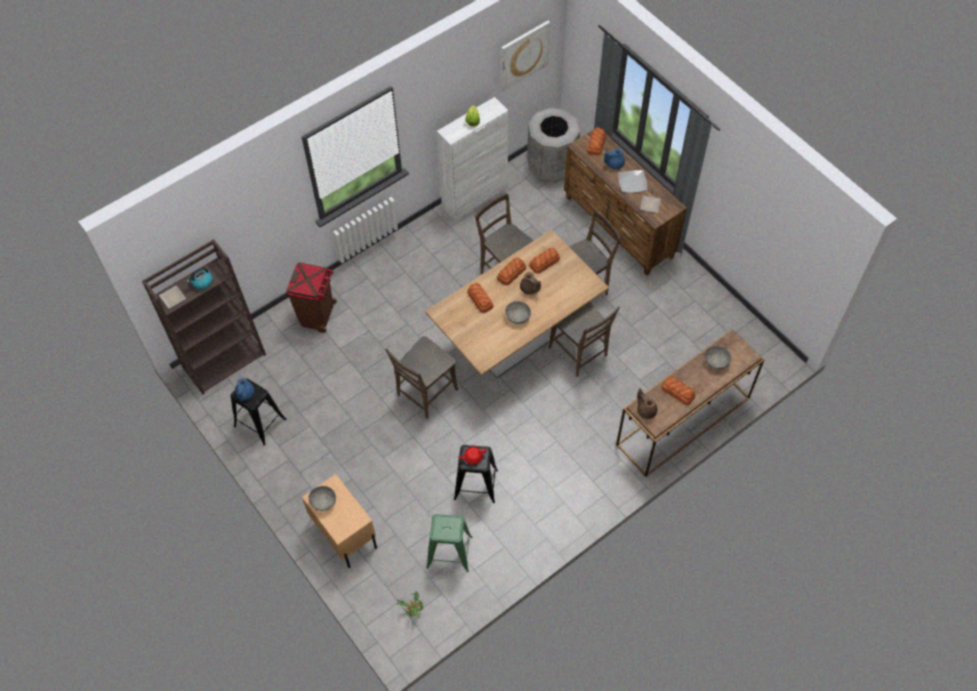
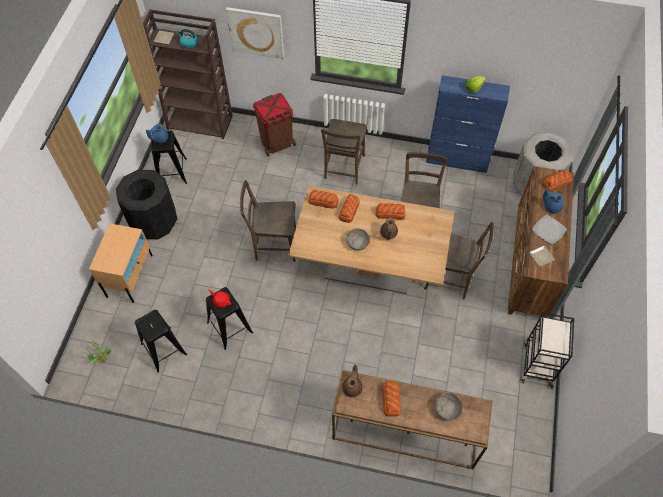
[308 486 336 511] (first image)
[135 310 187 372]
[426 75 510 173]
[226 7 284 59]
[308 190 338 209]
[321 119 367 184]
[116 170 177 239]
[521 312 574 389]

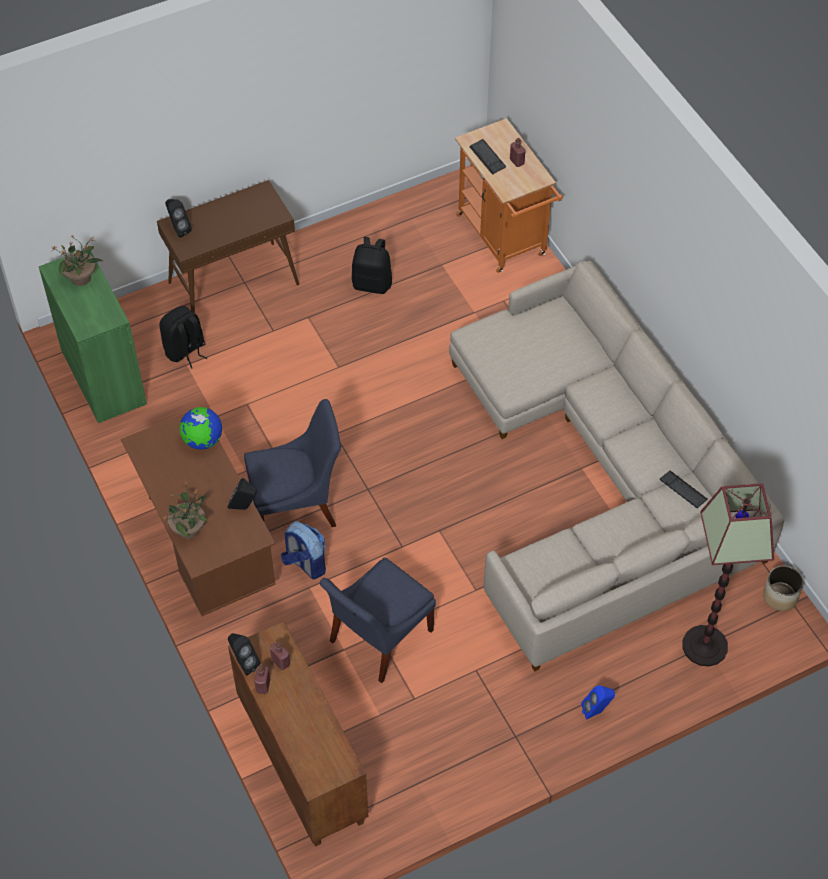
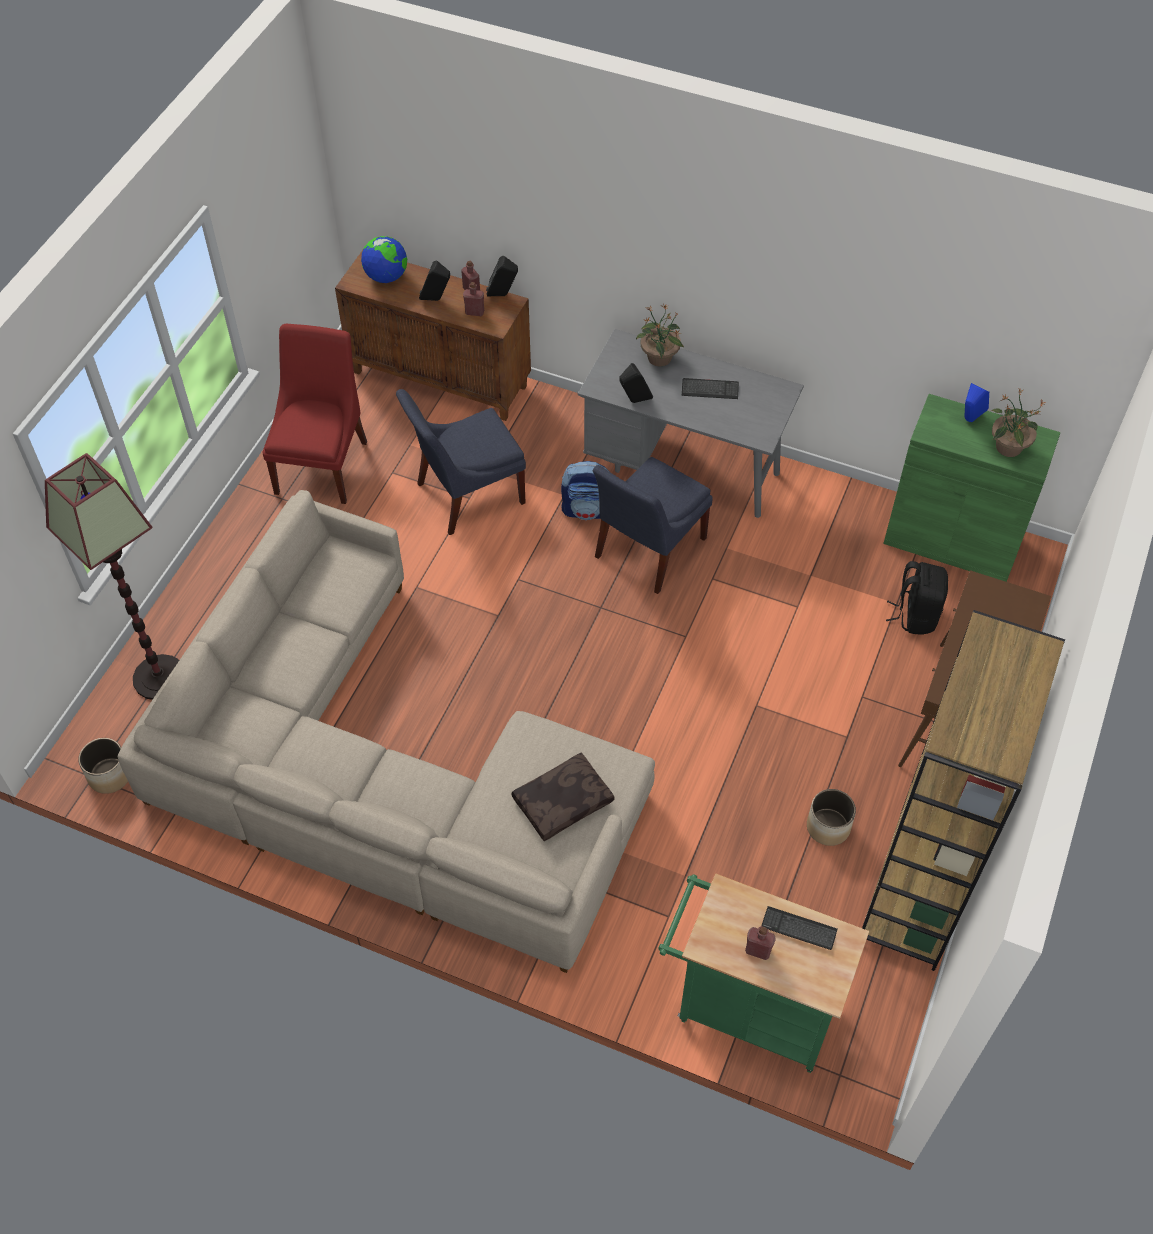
[578 329 804 518]
[419 261 450 301]
[361 236 407 283]
[396 389 526 535]
[807 789 856 846]
[658 873 869 1073]
[964 383 989 422]
[682 378 739 399]
[262 324 367 504]
[511 753 614 841]
[862 610 1065 971]

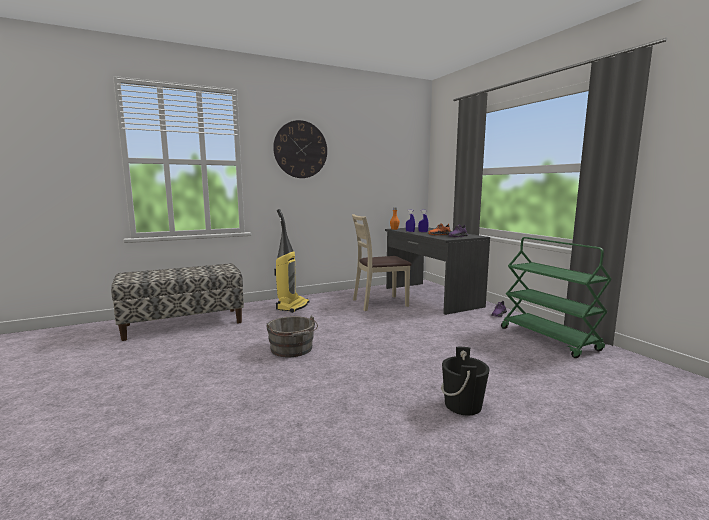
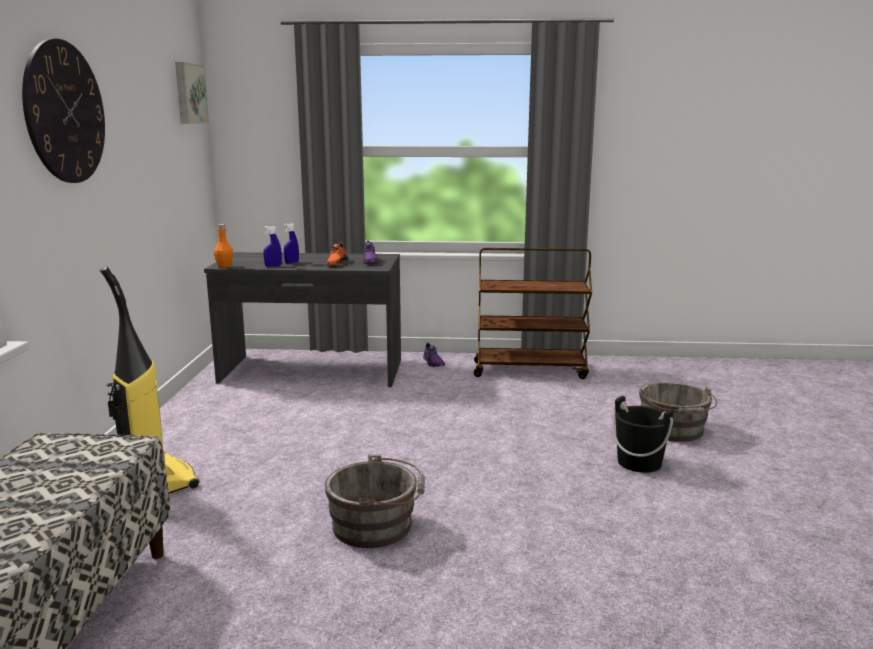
[352 214 412 311] (first image)
[474 248 592 379]
[175 62 209 124]
[639 382 717 442]

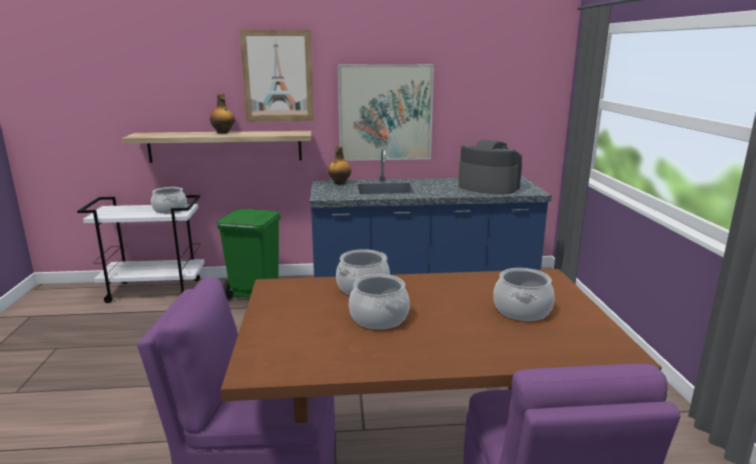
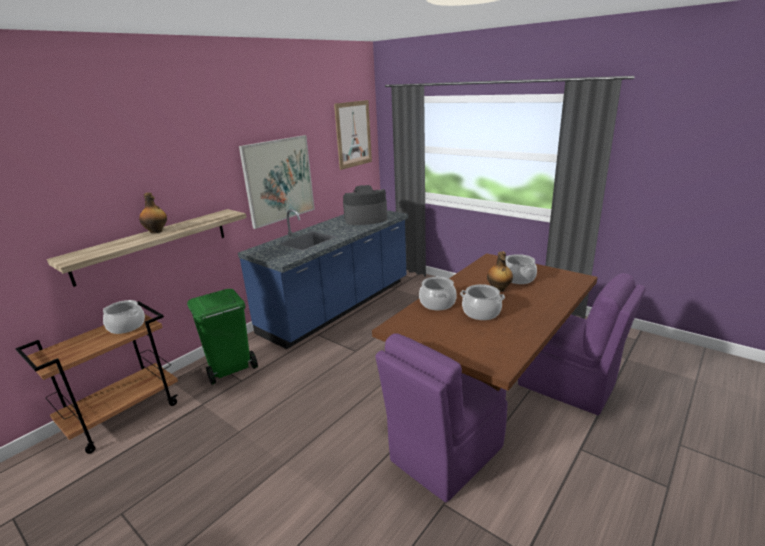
[15 301 178 454]
[334 100 372 170]
[487 252 513 292]

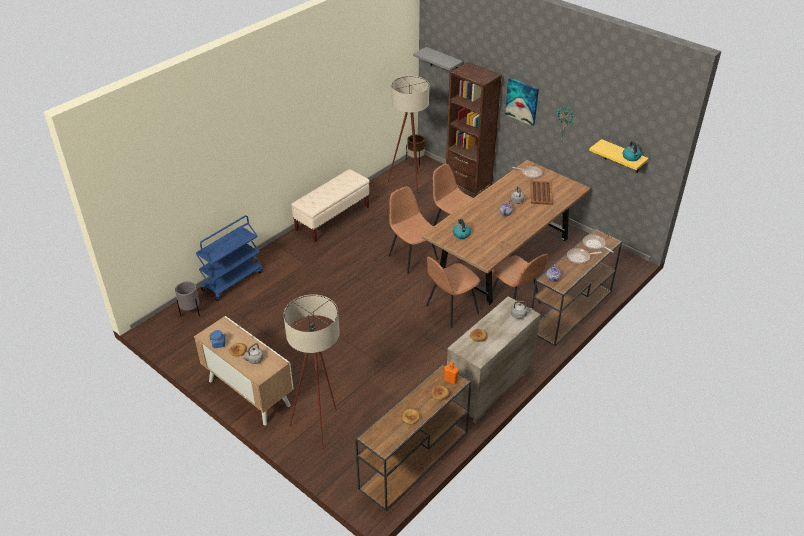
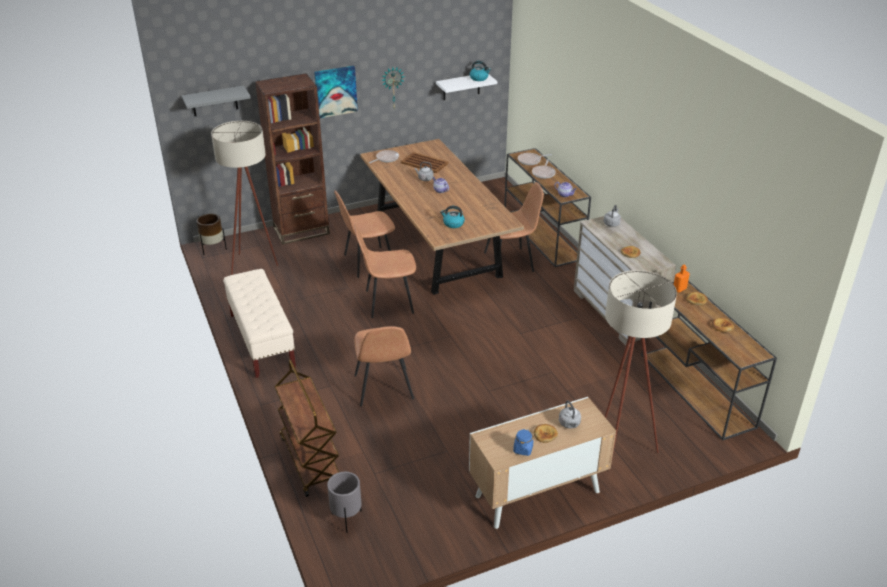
[274 360 339 497]
[354 326 414 406]
[436 75 497 100]

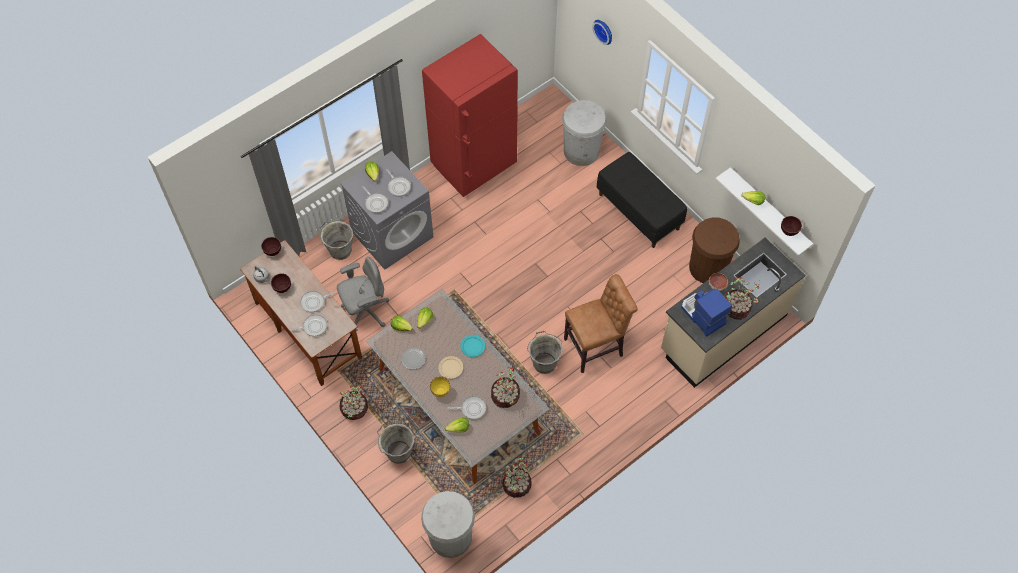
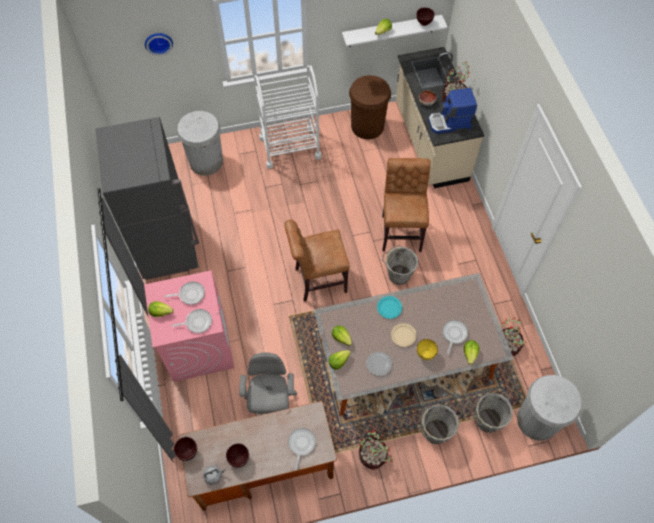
[300 291 336 313] (first image)
[474 393 513 433]
[144 270 234 382]
[95 117 199 280]
[491 367 520 408] (first image)
[254 66 321 169]
[284 219 350 302]

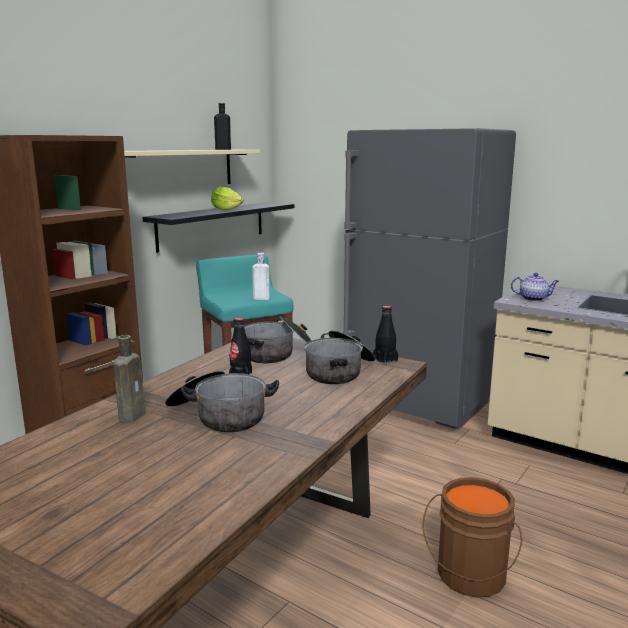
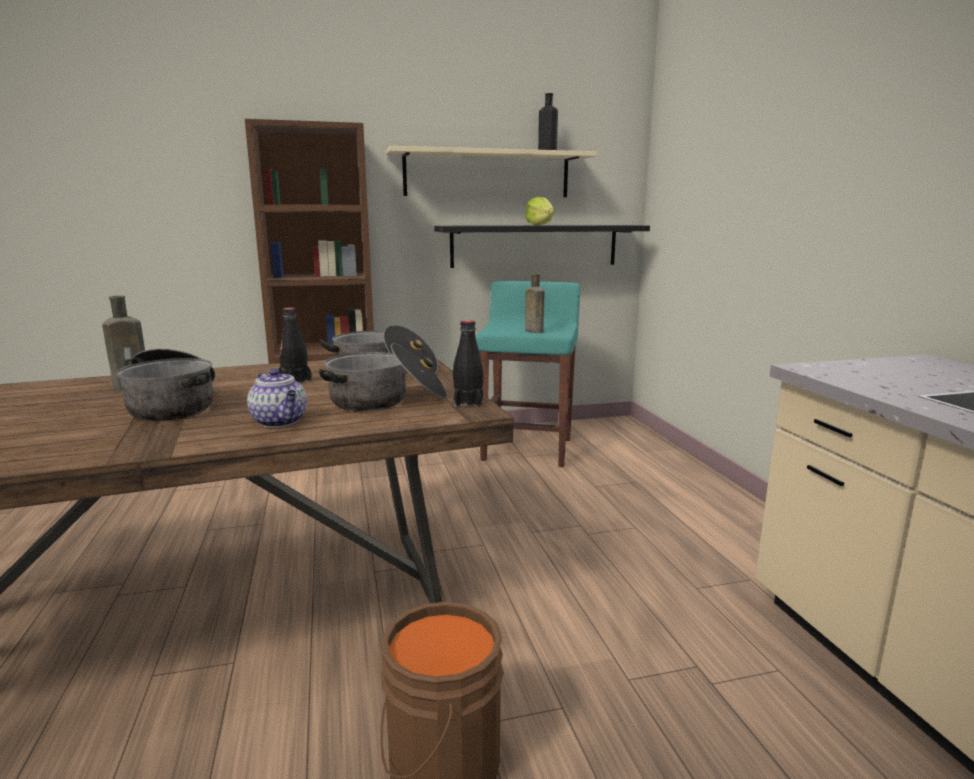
[525 273 545 333]
[343 128 516 429] (first image)
[247 369 307 427]

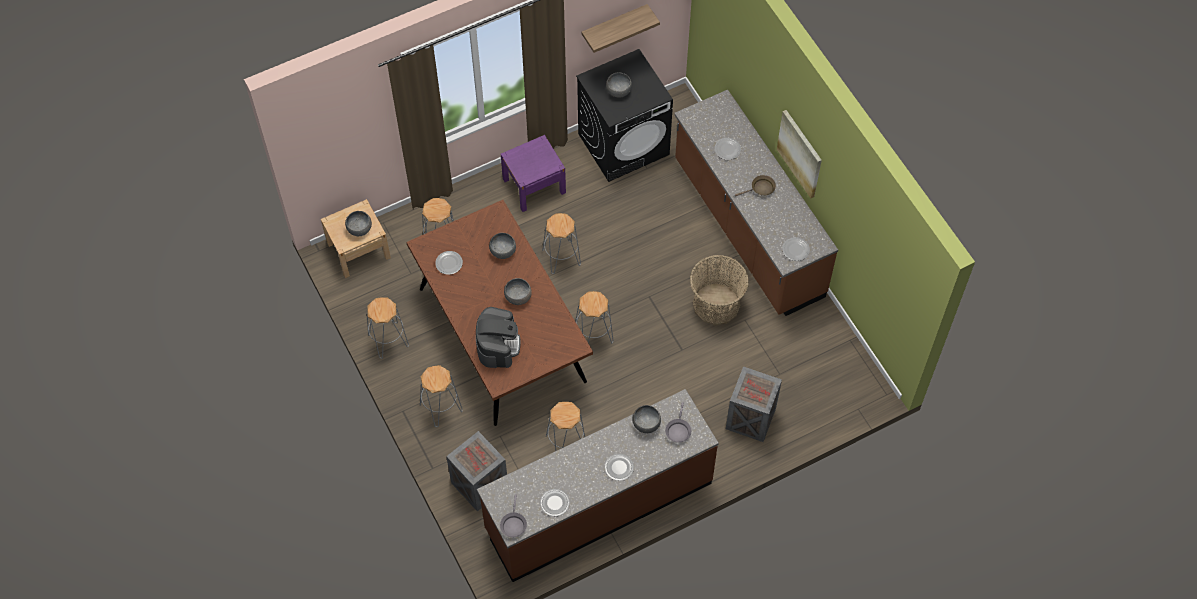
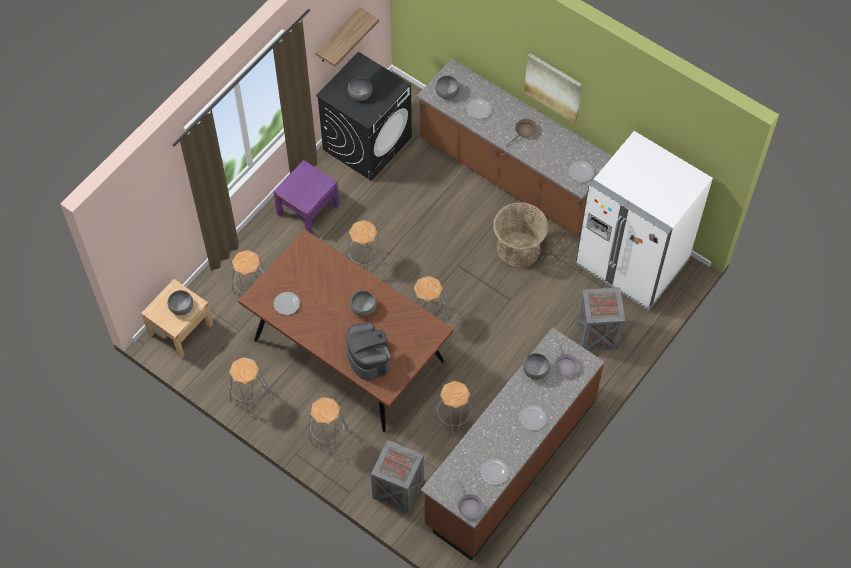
[435 76 460 99]
[576 131 713 310]

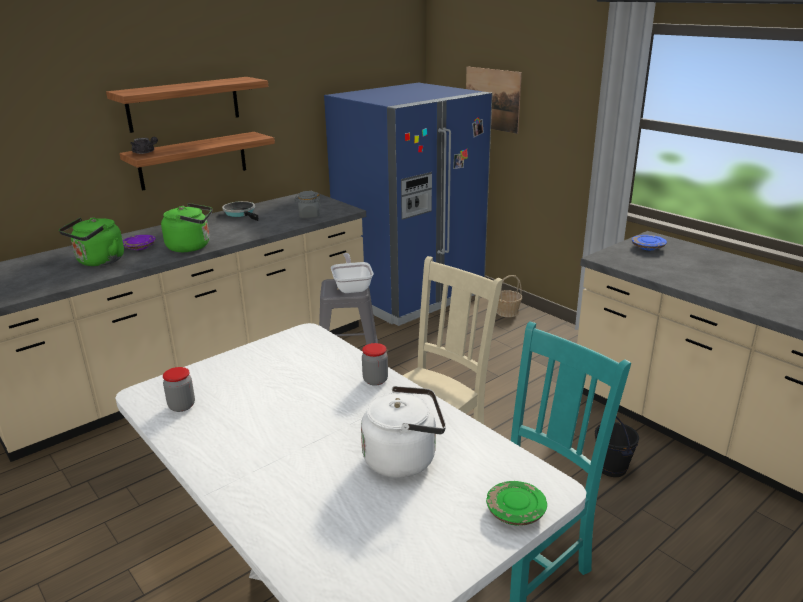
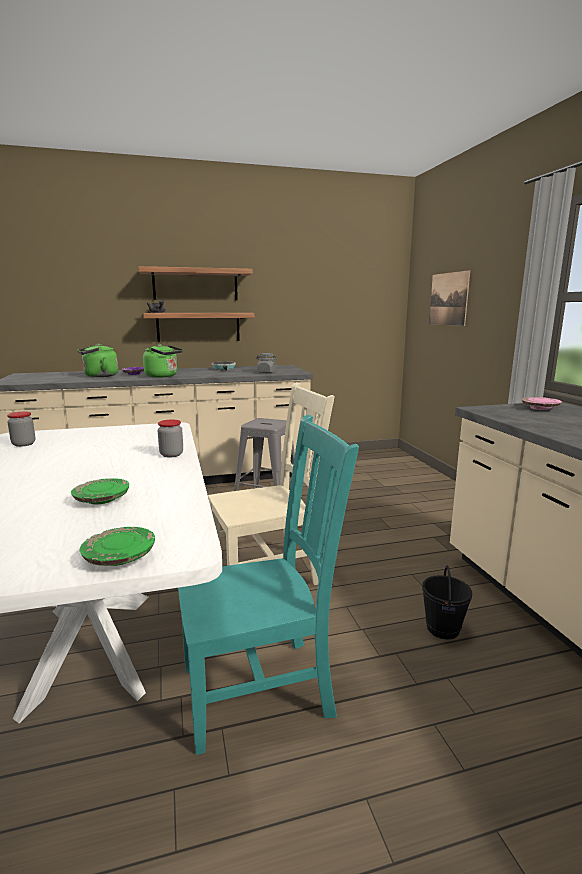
[324 83 492 326] (first image)
[331 253 374 293] (first image)
[71 478 129 505]
[497 275 522 317] (first image)
[522 397 562 410]

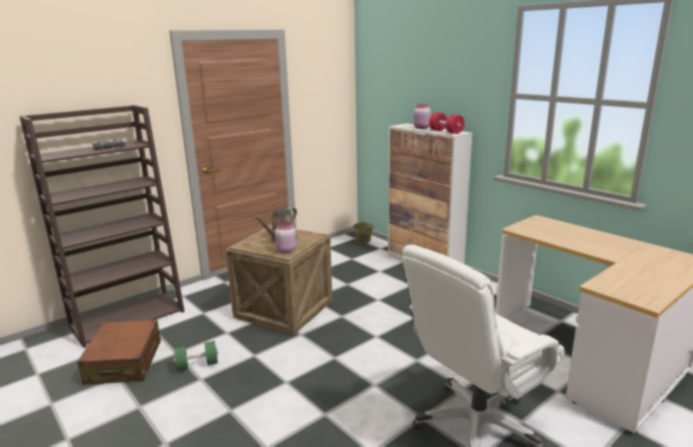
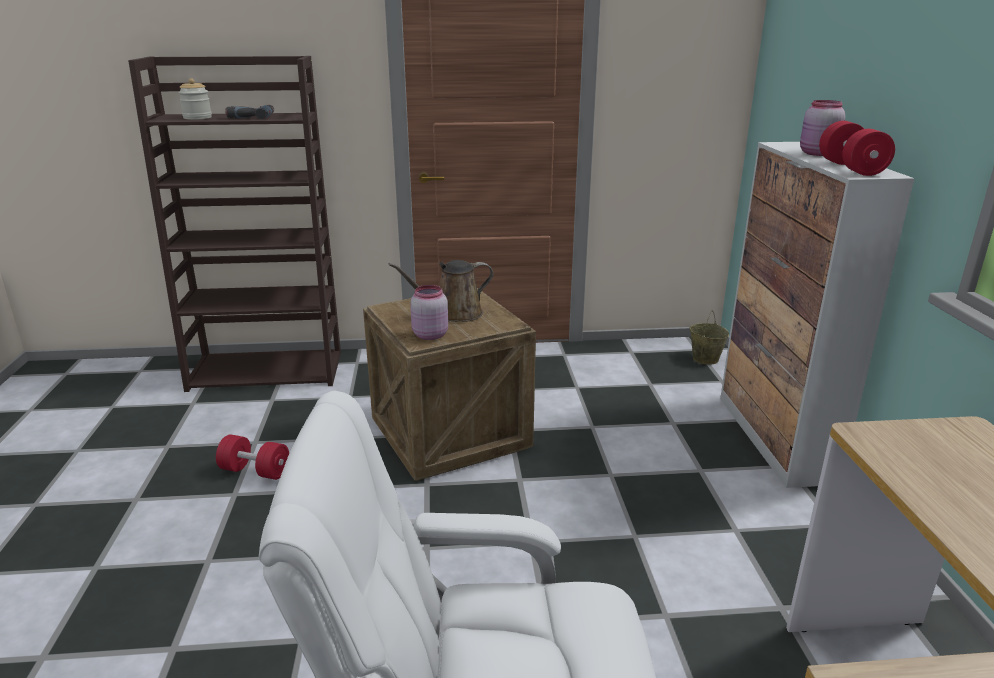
[77 320 161 385] (first image)
[216 434 289 480]
[178 78 212 120]

